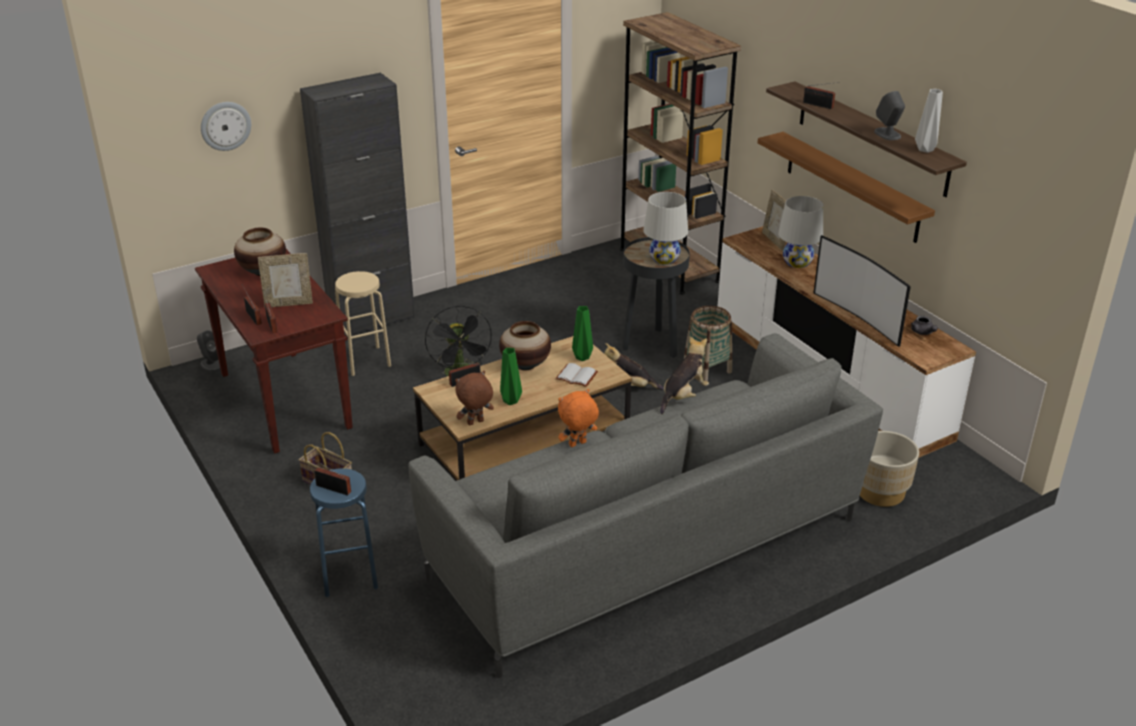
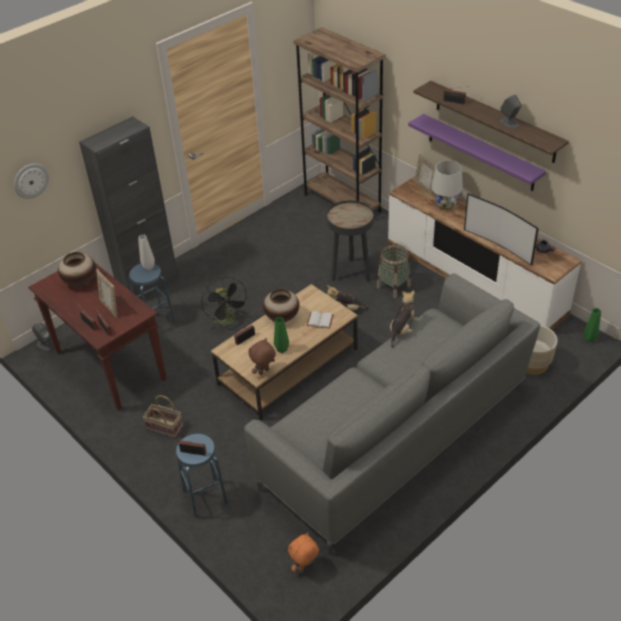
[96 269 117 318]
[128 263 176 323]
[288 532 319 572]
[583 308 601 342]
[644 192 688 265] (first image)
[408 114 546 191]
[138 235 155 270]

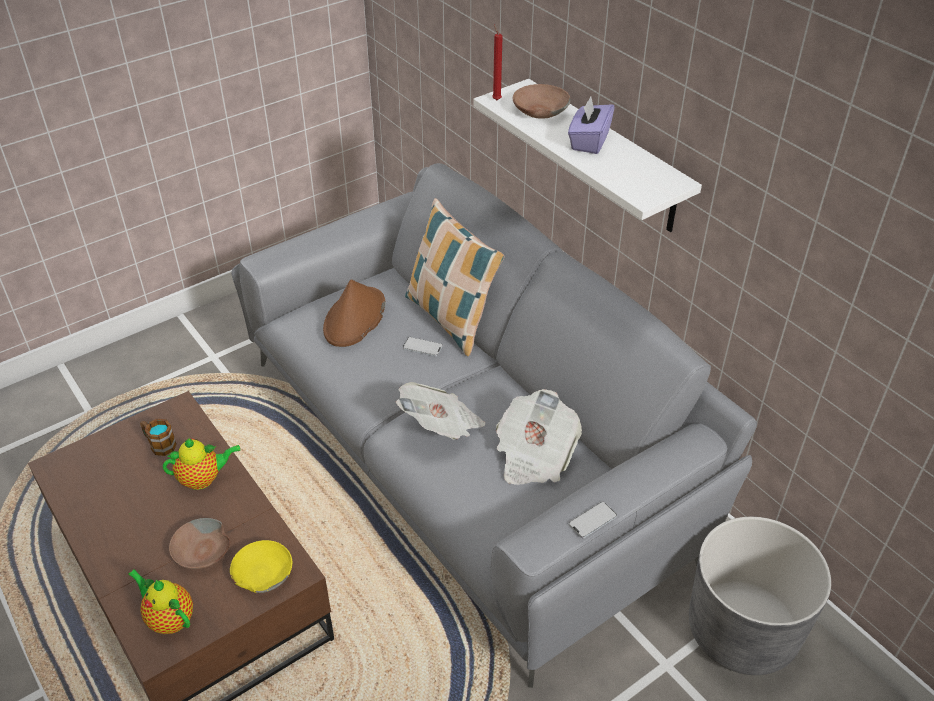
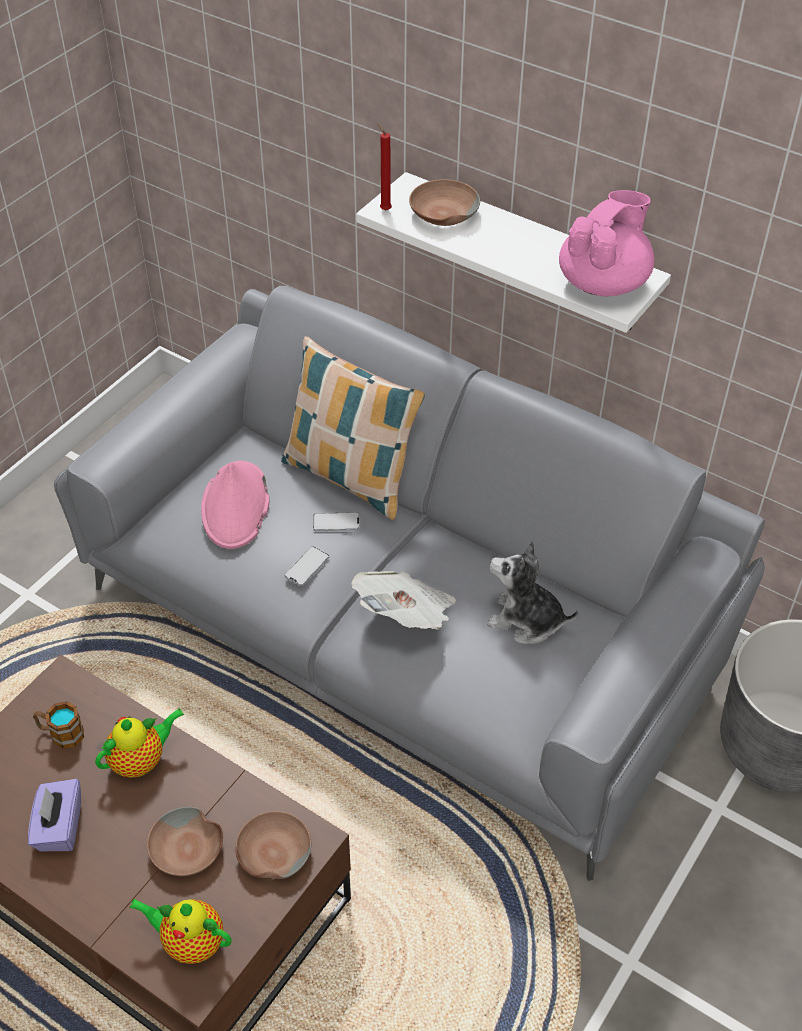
[235 811 311 879]
[201 461 270 549]
[487 541 579 644]
[28 779 81 851]
[284 546 329 586]
[559 190 654 296]

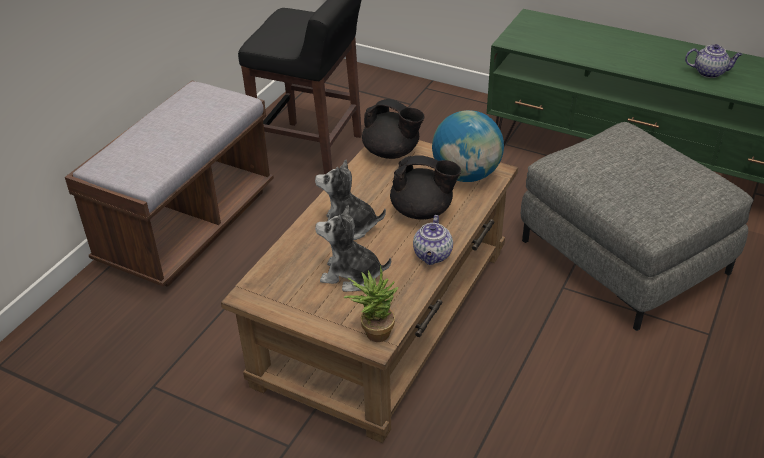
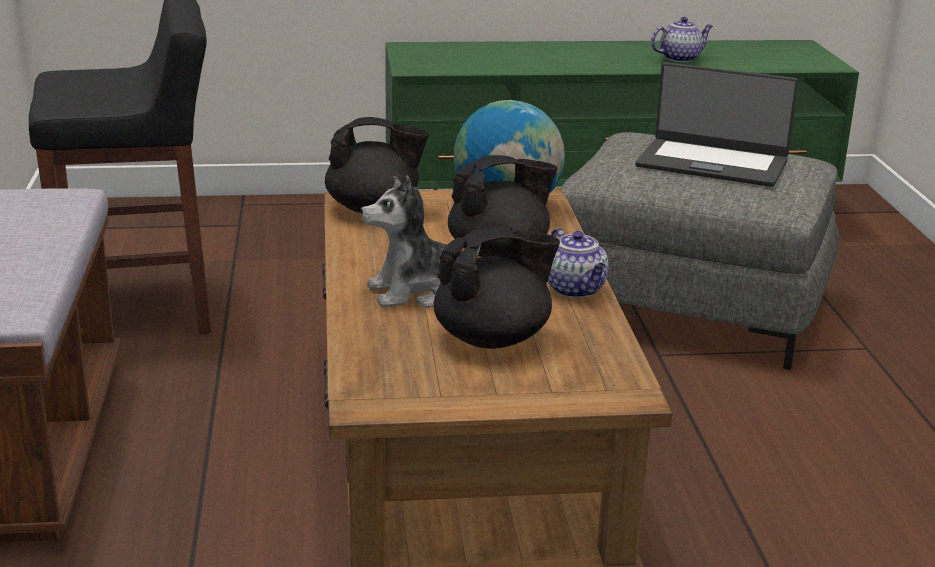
[434 228 560 349]
[343 265 398 342] (first image)
[635 62 799 187]

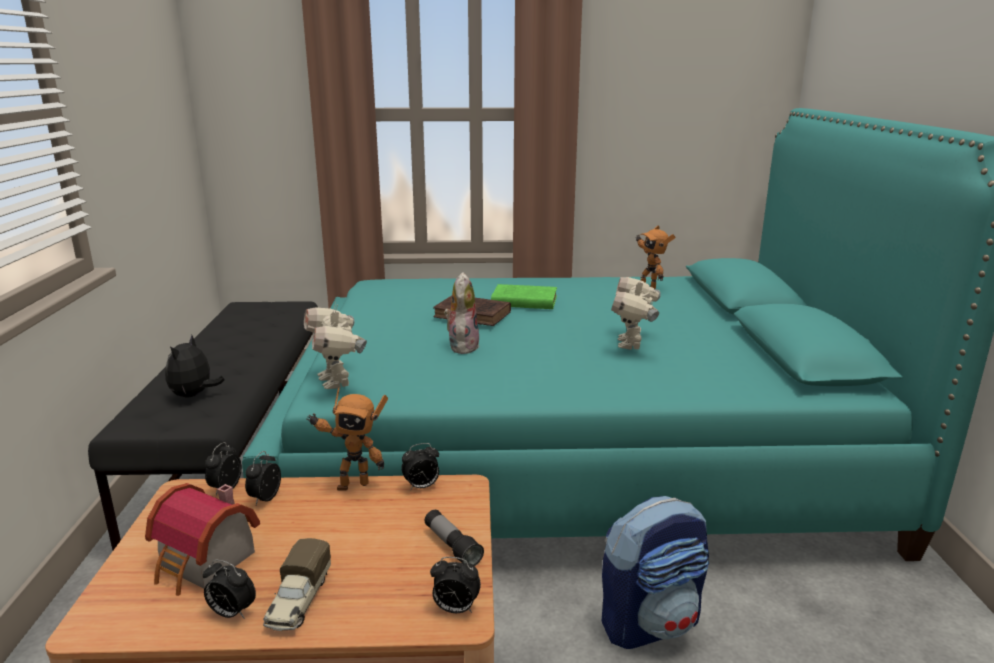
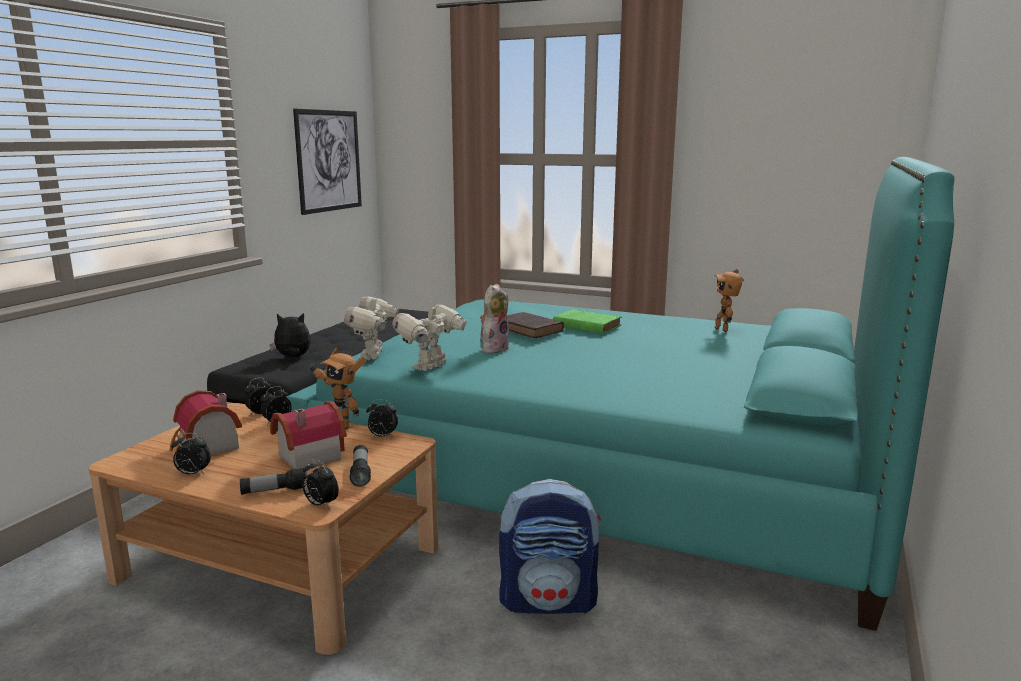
[270 313 311 357]
[171 433 211 475]
[263 538 331 631] (first image)
[392 300 468 371]
[240 468 307 495]
[270 401 347 469]
[293 109 362 215]

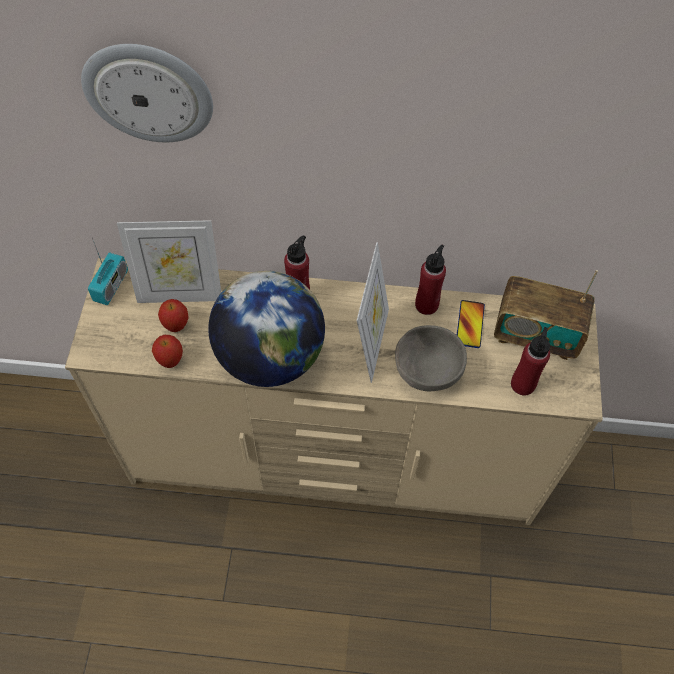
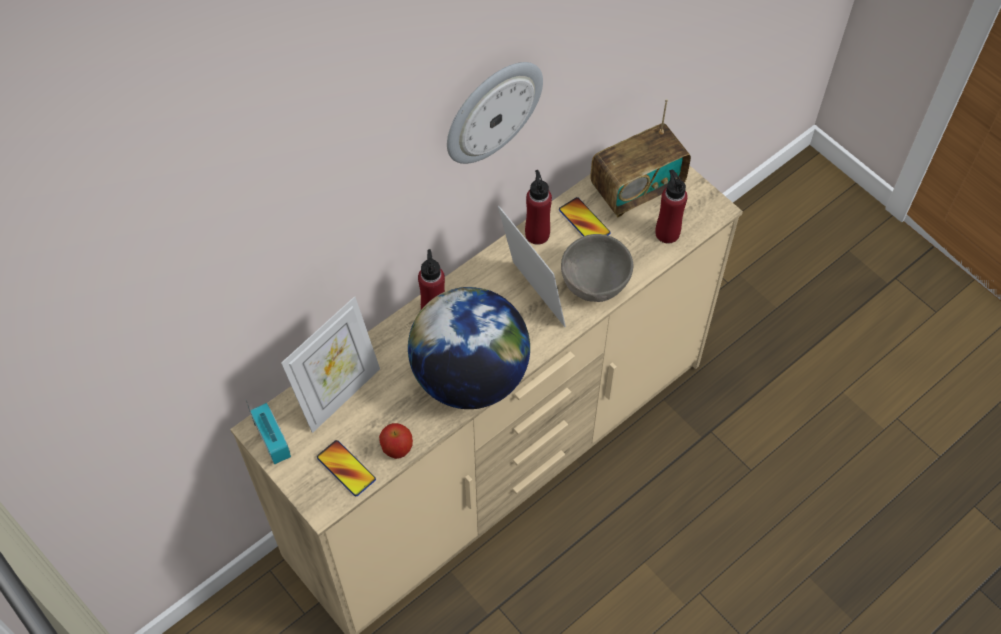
[447 62 543 164]
[158 299 189 332] (first image)
[317 440 376 496]

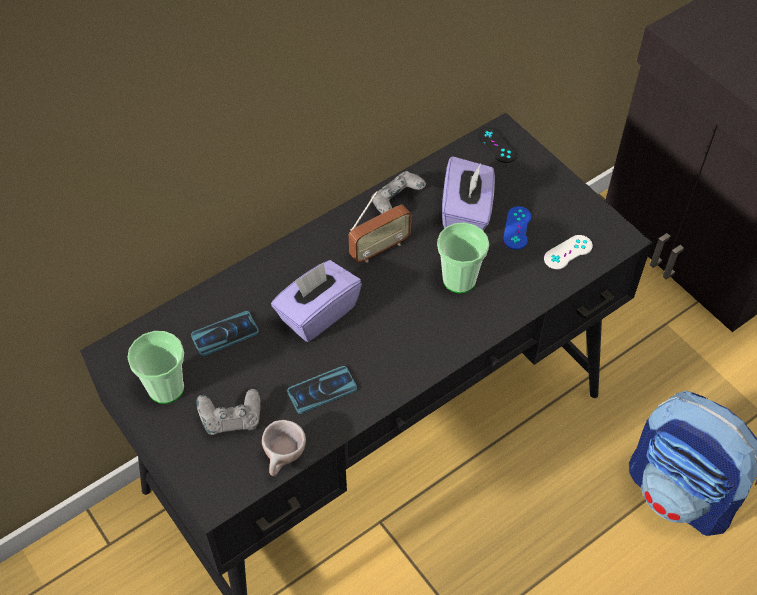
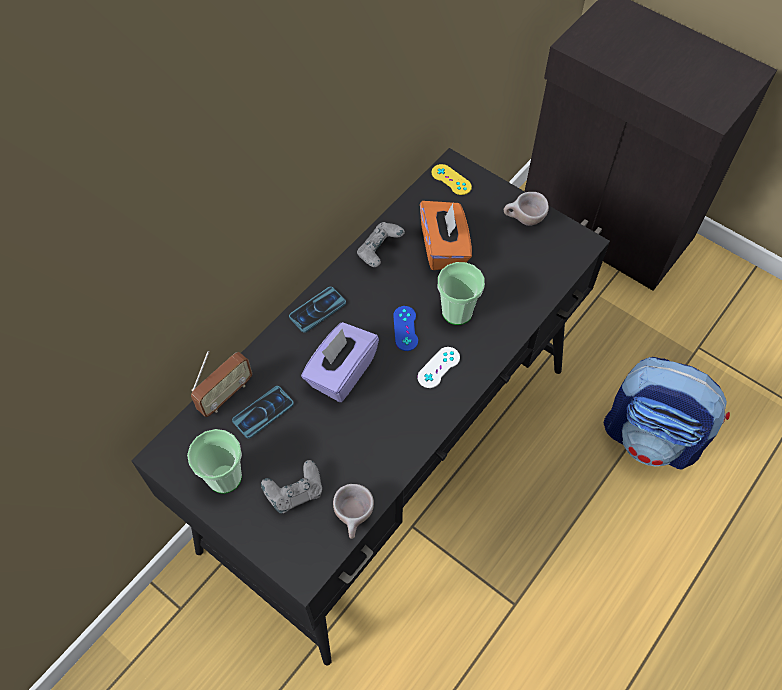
[289 287 346 333]
[191 351 252 417]
[420 201 472 270]
[432 164 472 195]
[393 306 418 351]
[417 347 460 388]
[504 192 549 226]

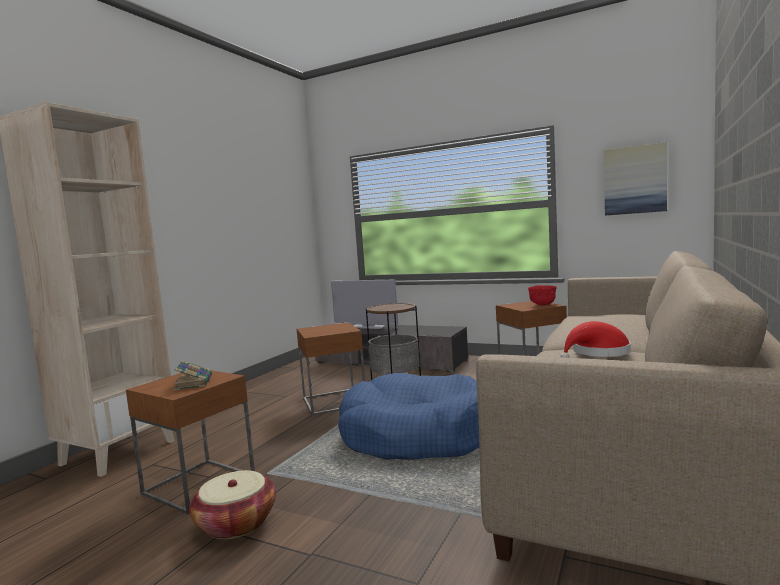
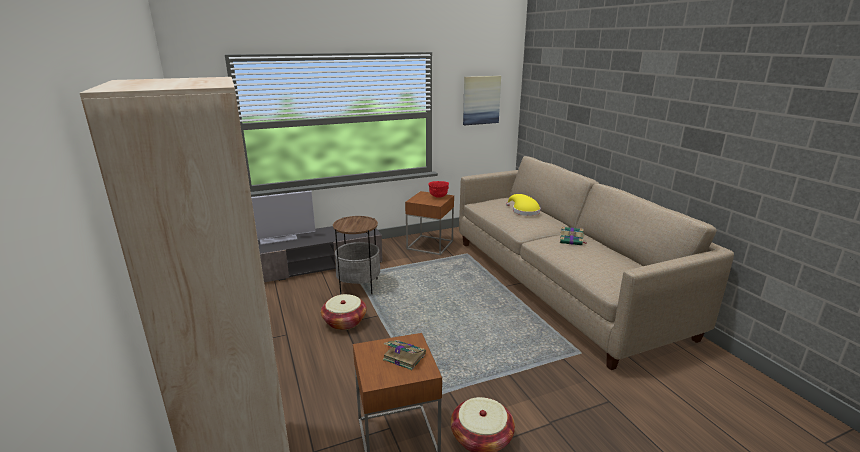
[321 294 367 330]
[338 373 480 460] (first image)
[560 226 586 246]
[506 194 540 216]

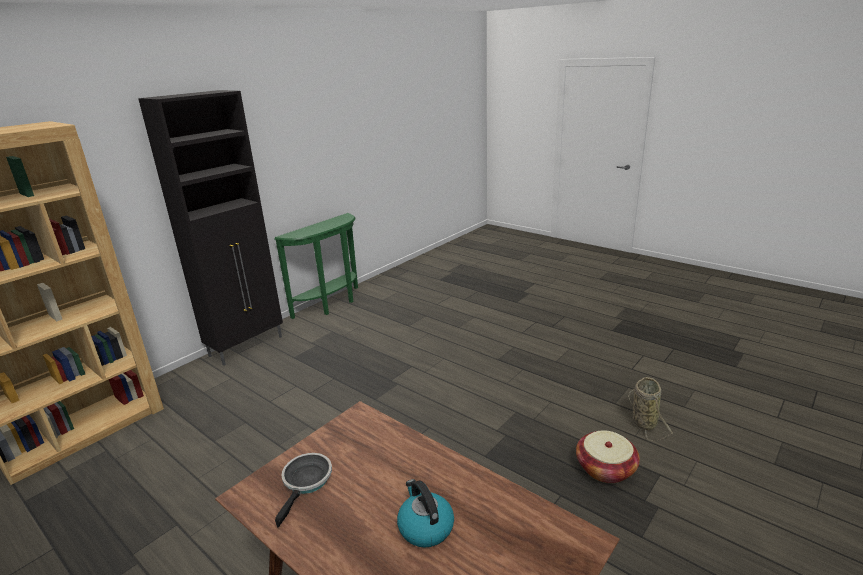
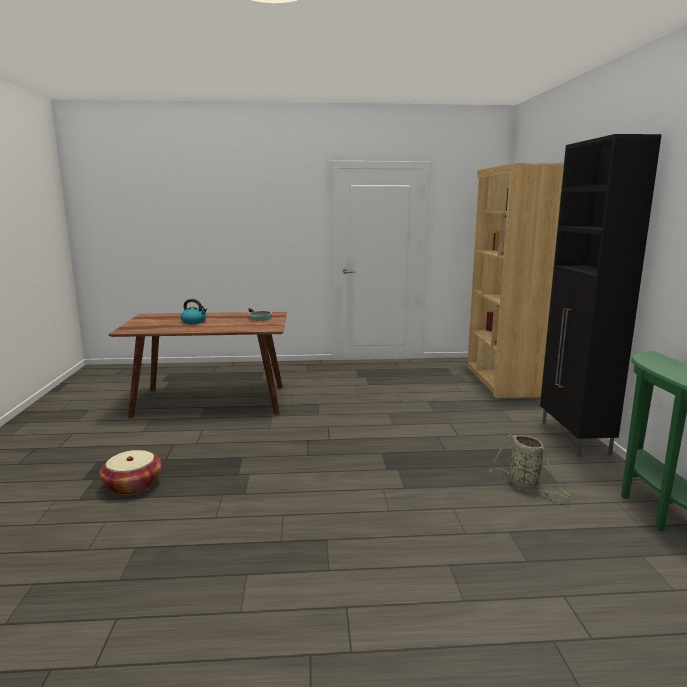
[490 434 570 497]

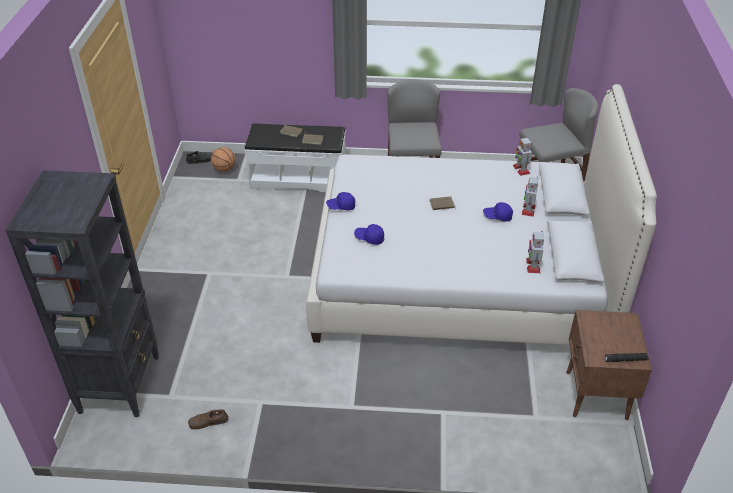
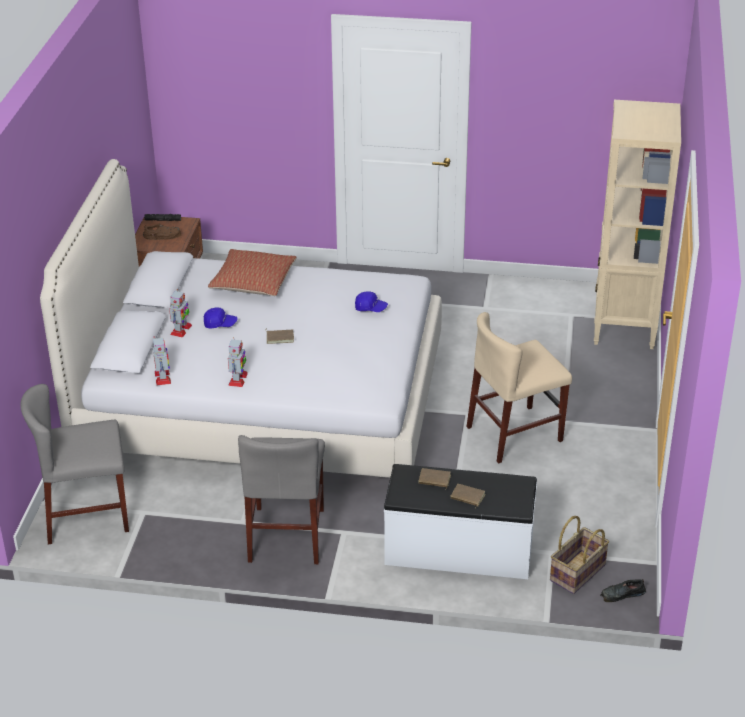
[594 100 681 349]
[143 224 182 240]
[550 516 609 594]
[326 192 355 210] (first image)
[228 337 248 387]
[208 249 297 296]
[467 312 572 464]

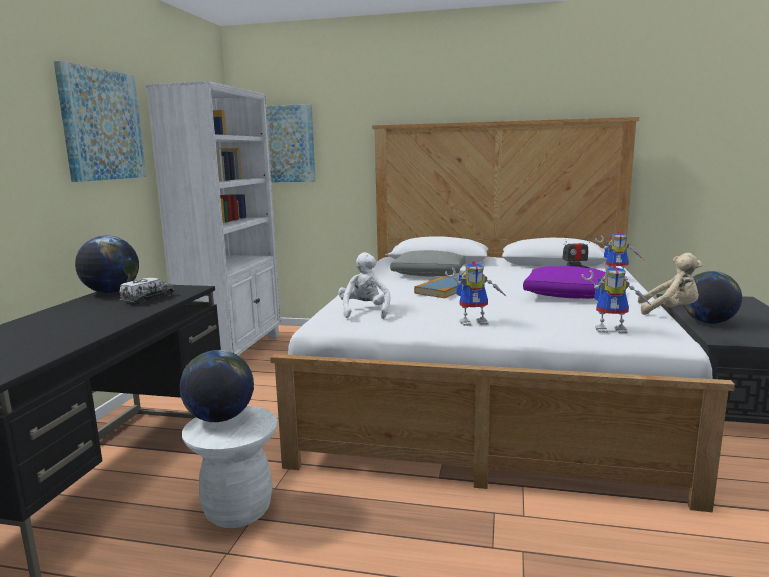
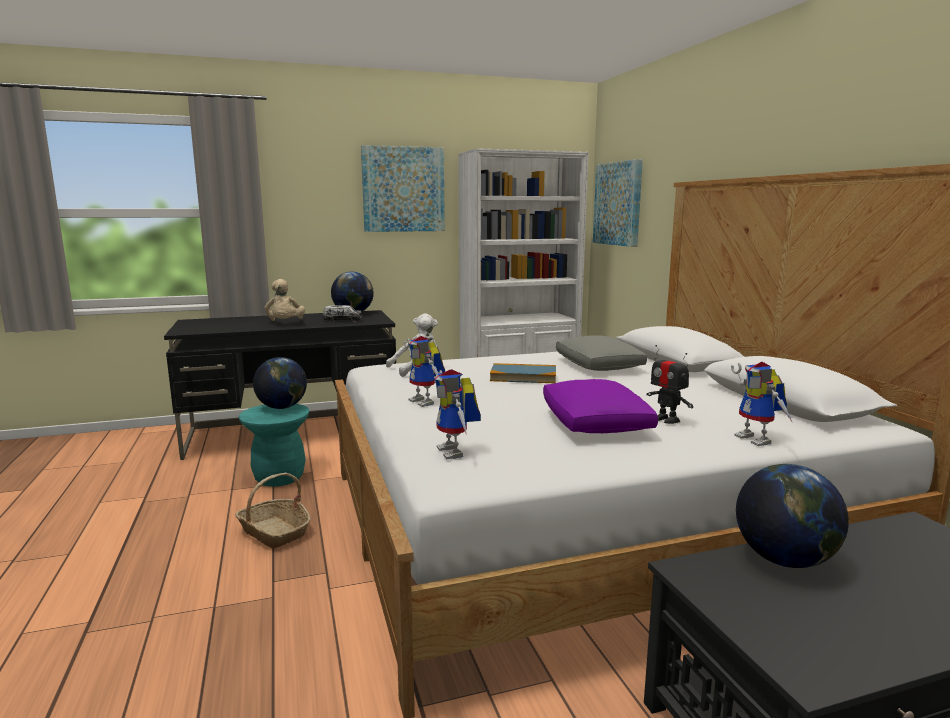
[239 404 310 487]
[264 279 305 321]
[235 473 311 548]

